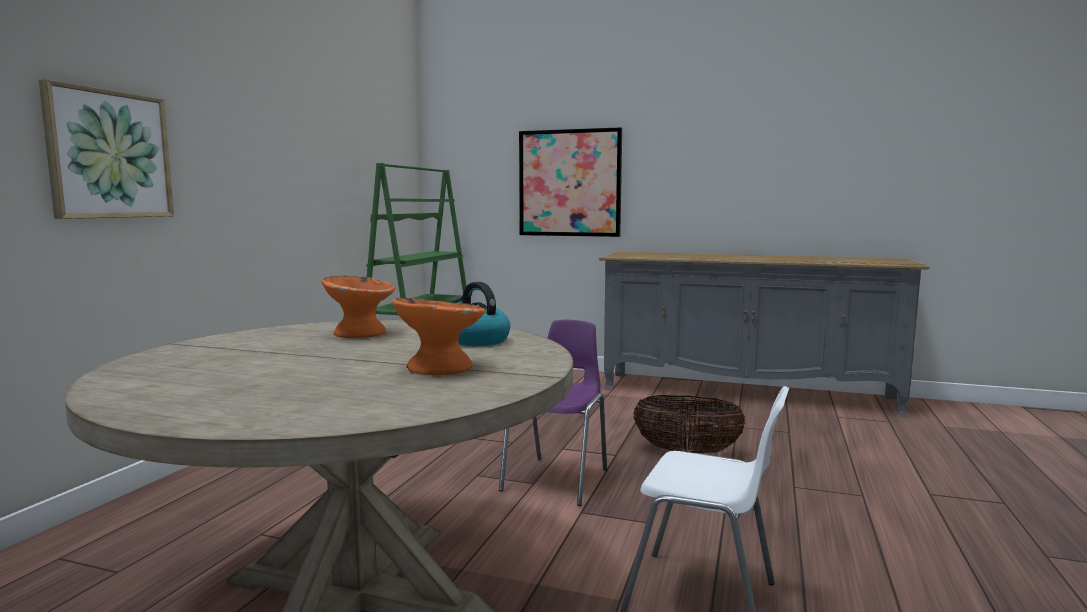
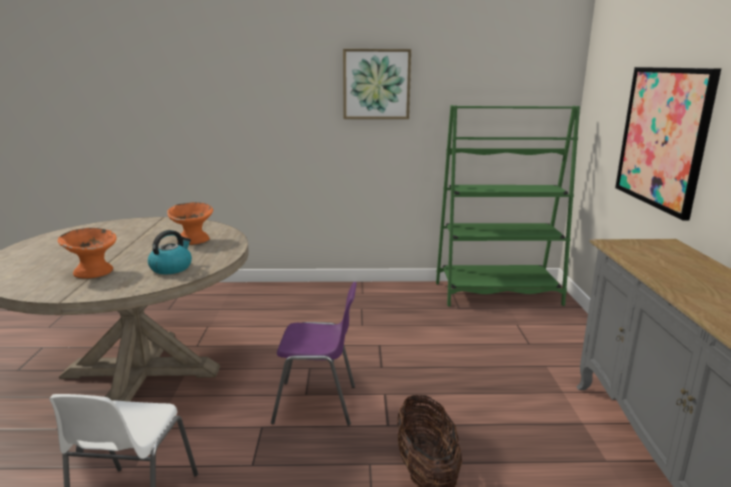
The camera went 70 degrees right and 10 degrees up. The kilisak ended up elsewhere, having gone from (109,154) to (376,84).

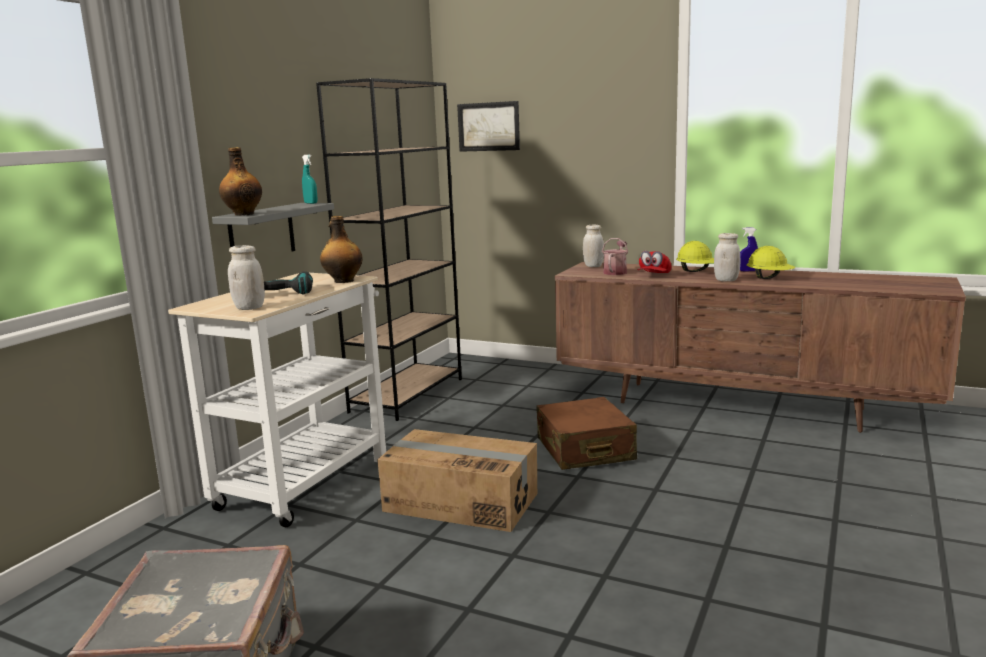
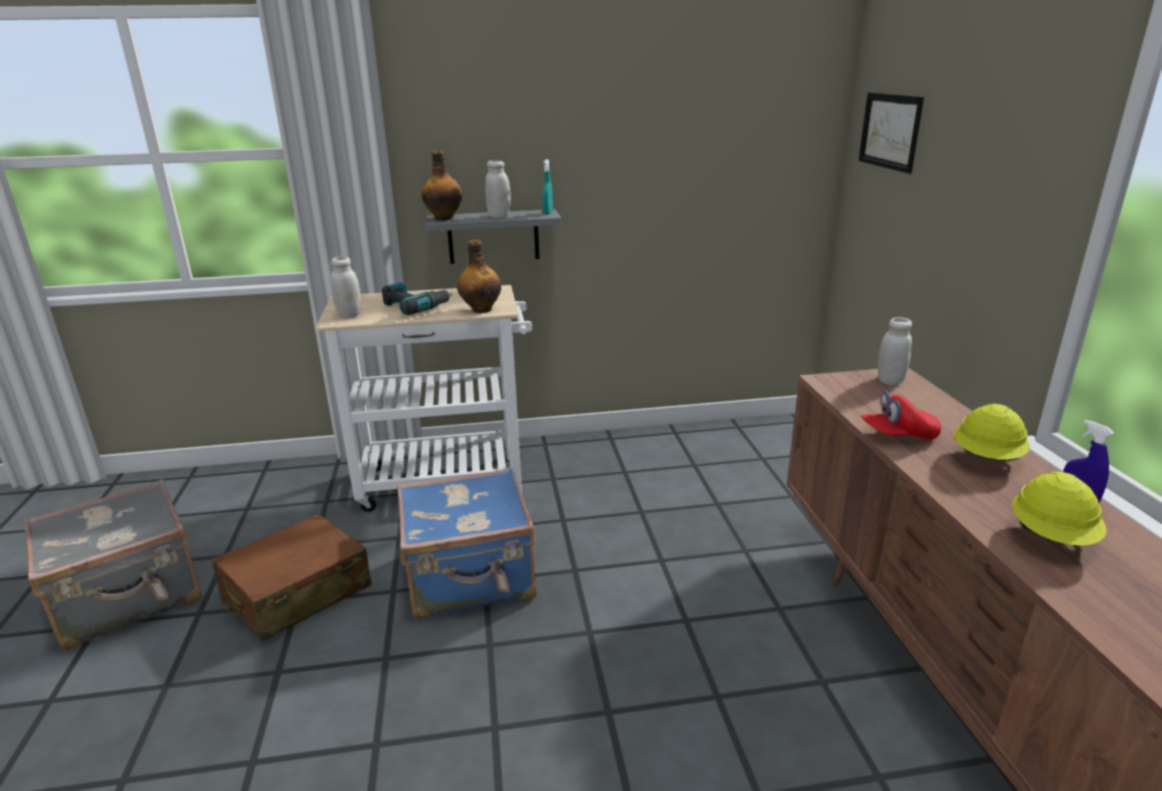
The camera went 55 degrees right and 10 degrees up. The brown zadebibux ended up elsewhere, having gone from (584,449) to (296,593). Where the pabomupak stood at (461,502), the blue zadebibux came to stand at (471,578). The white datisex ended up elsewhere, having gone from (726,280) to (499,216). The second view lost the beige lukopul at (407,395). The second view lost the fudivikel at (615,272).

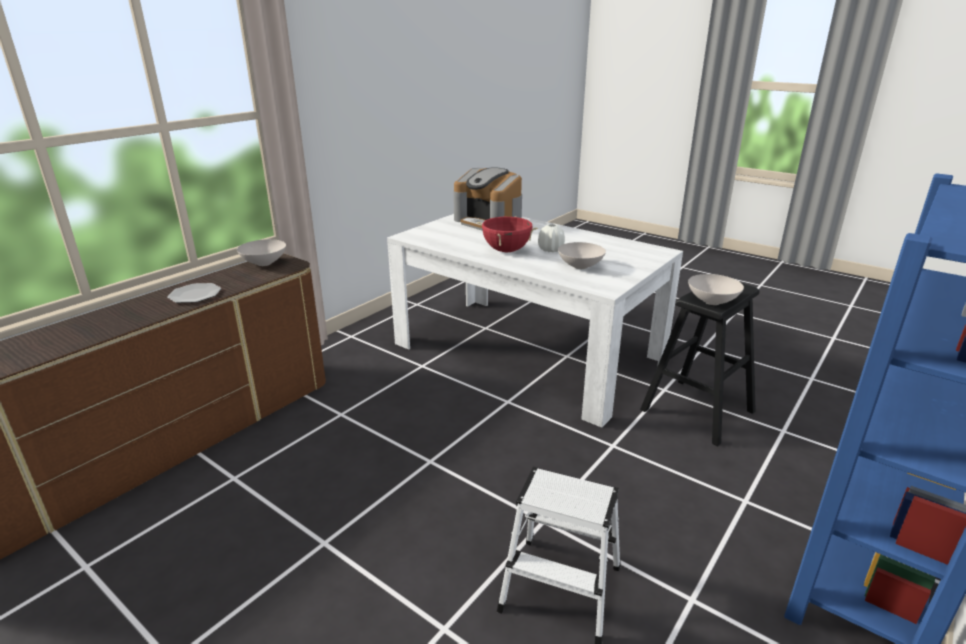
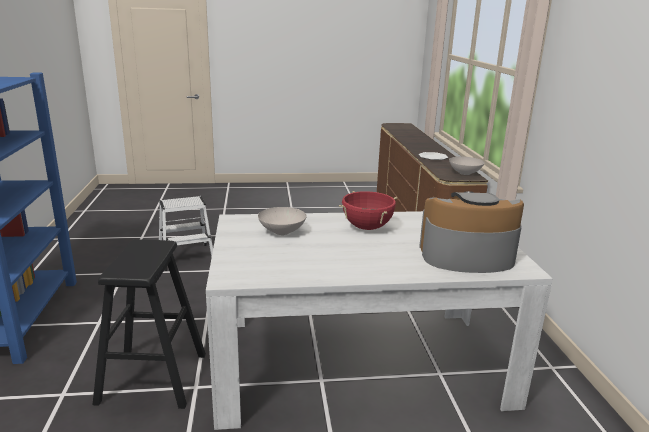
The camera went 135 degrees right and 5 degrees down. The second view lost the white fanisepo at (550,249). The second view lost the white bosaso at (711,302).

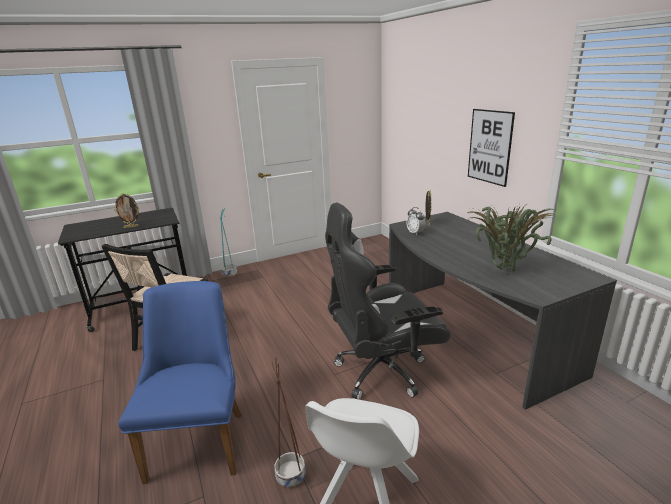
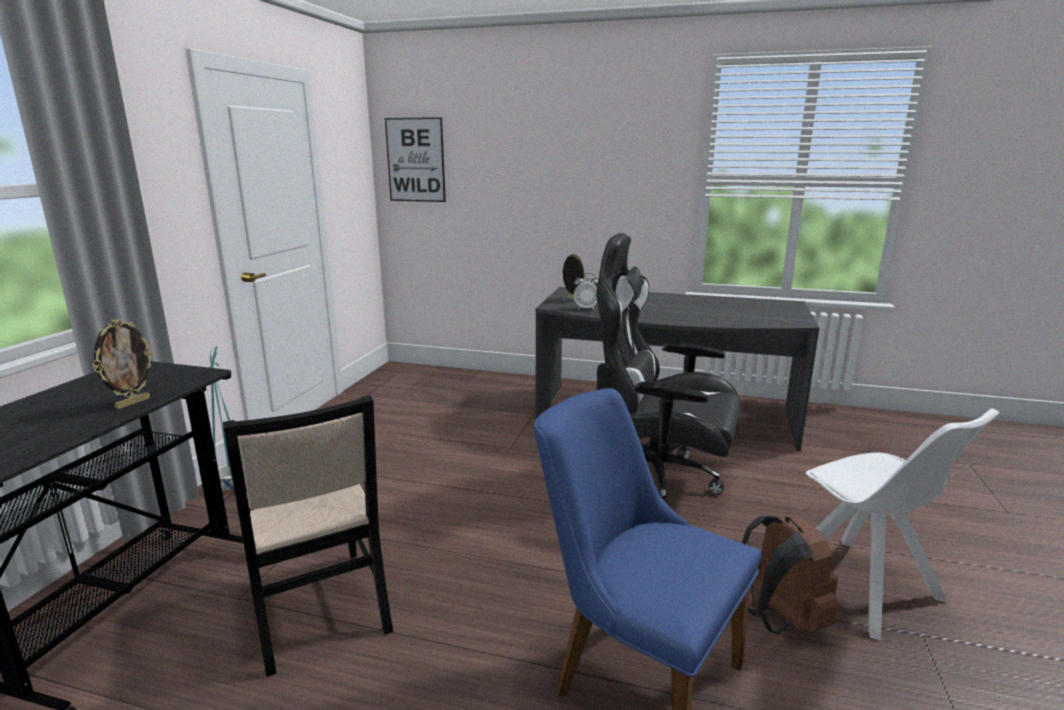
The camera went 50 degrees left and 5 degrees down. The kilisak ended up elsewhere, having gone from (489,147) to (415,160). The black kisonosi at (385,369) ended up facing another way, 90 degrees clockwise from before. Where the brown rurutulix stood at (290,475), the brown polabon came to stand at (779,619). The second view lost the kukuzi at (502,272).

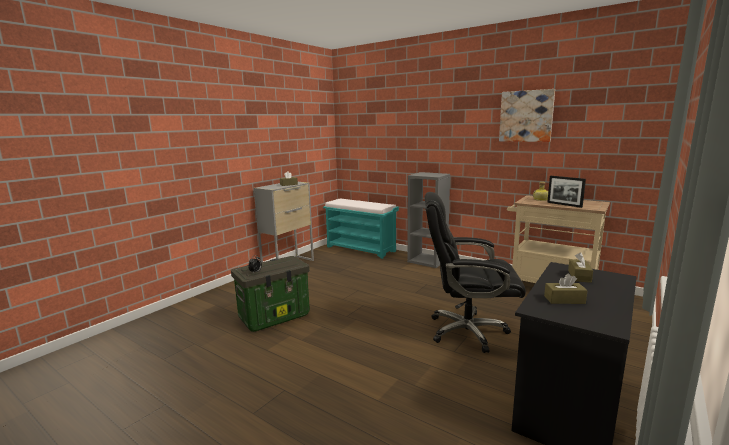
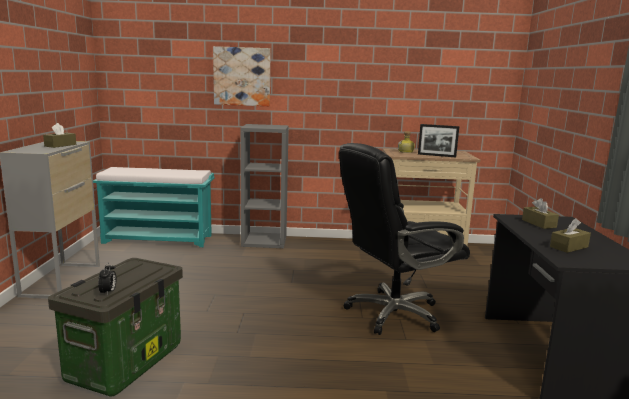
The camera went 35 degrees left and 0 degrees up. The kilisak ended up elsewhere, having gone from (526,116) to (242,76).

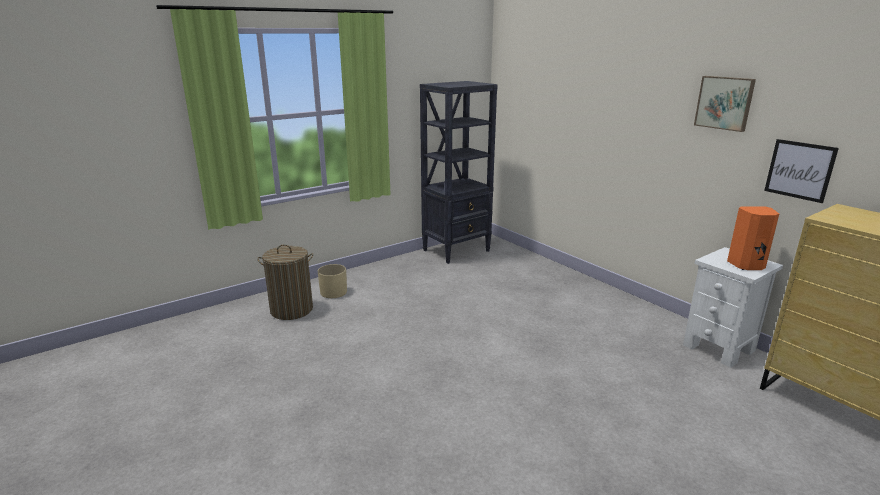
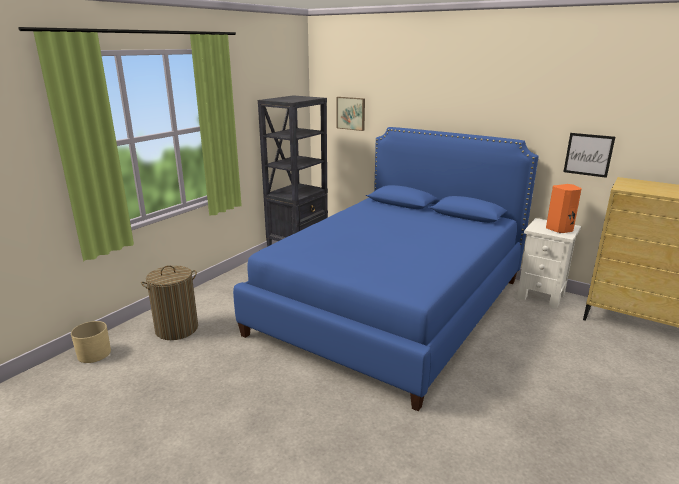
The camera went 20 degrees left and 0 degrees up. The beige rurutulix ended up elsewhere, having gone from (334,292) to (94,354). The second view gained the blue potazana at (392,305). The kilisak ended up elsewhere, having gone from (724,103) to (351,113).

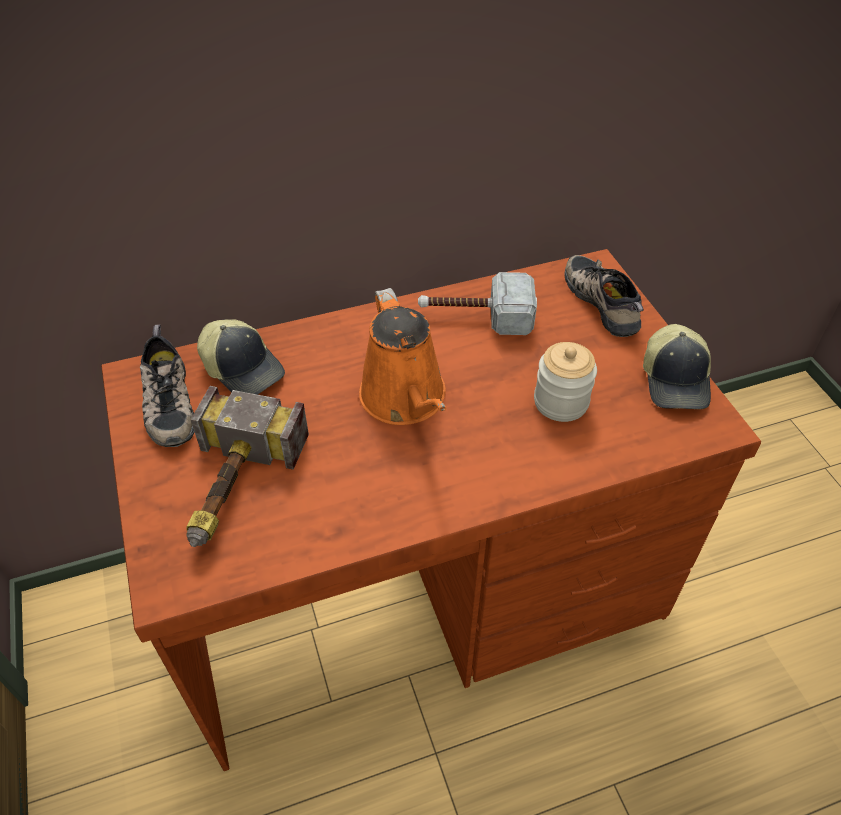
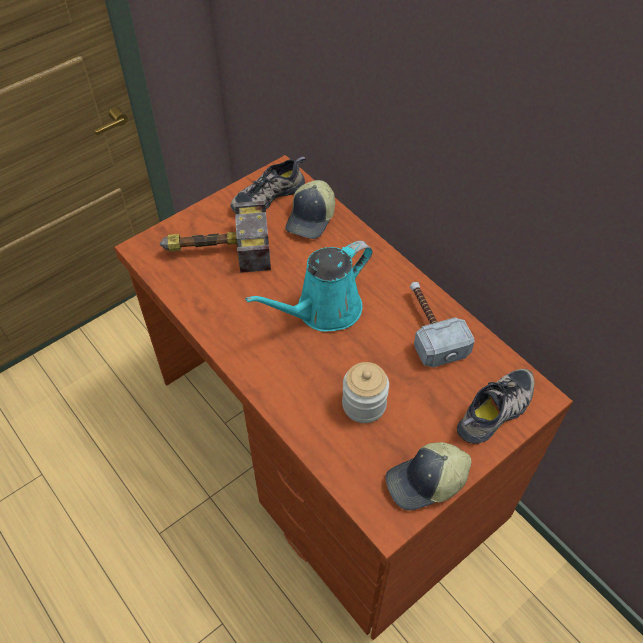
The camera went 70 degrees right and 5 degrees up. What was the orange fudivikel at (405,400) turned into the turquoise fudivikel at (323,310).

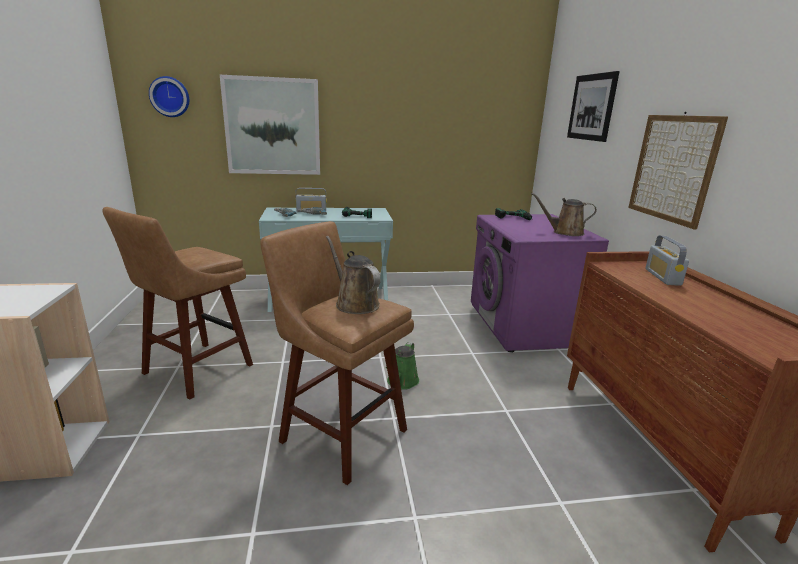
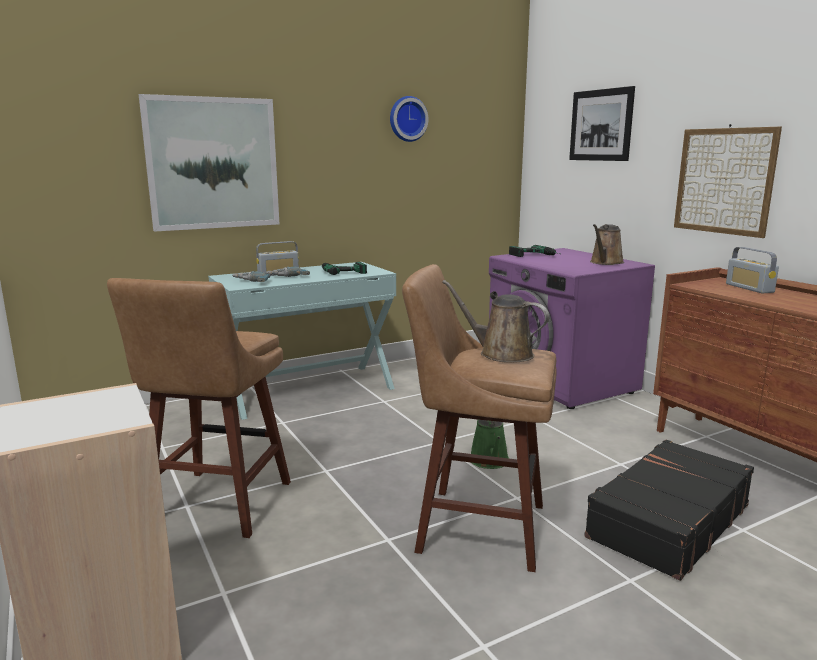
The camera went 20 degrees left and 5 degrees down. The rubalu ended up elsewhere, having gone from (170,97) to (407,119). The second view gained the black zadebibux at (667,521). The brown fudivikel at (564,232) ended up facing another way, 45 degrees counterclockwise from before.

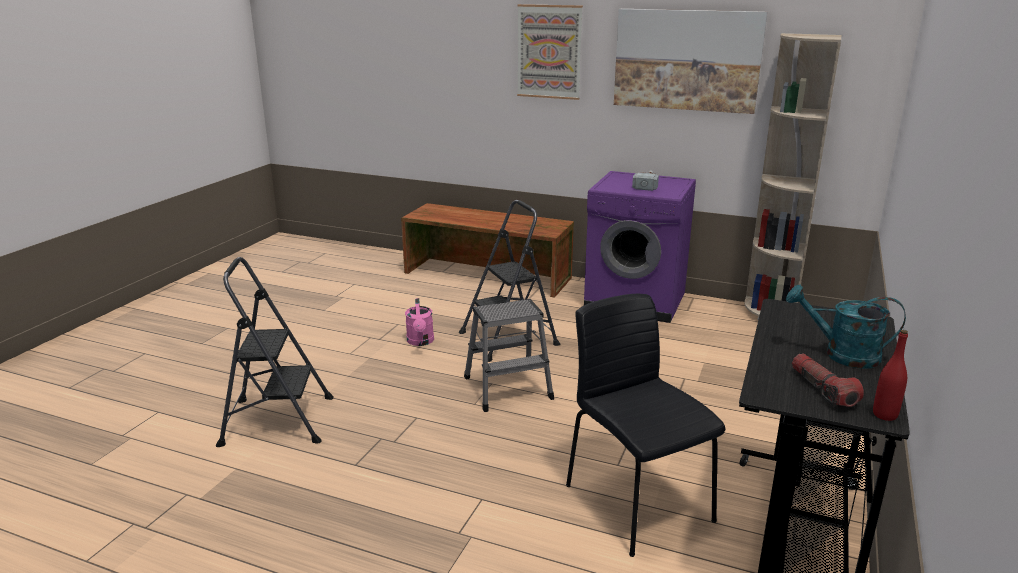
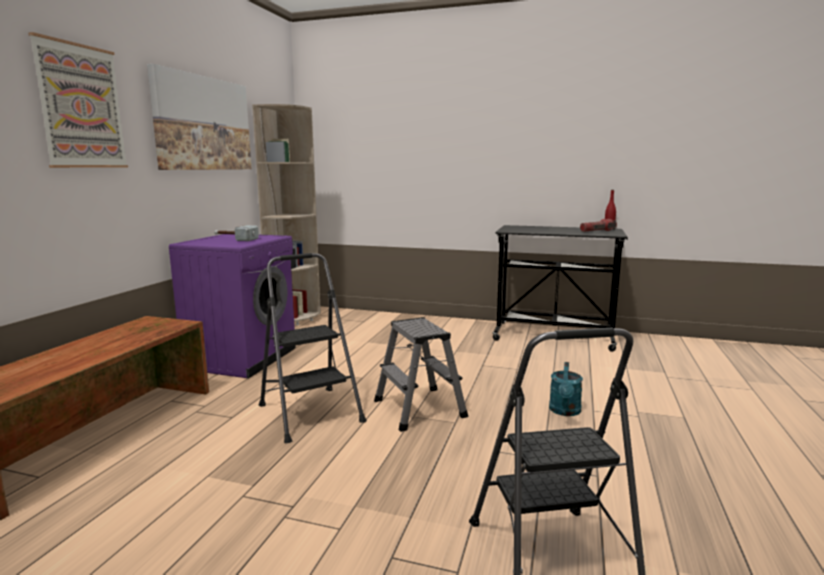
The camera went 95 degrees left and 10 degrees down. The turquoise fudivikel ended up elsewhere, having gone from (841,355) to (565,411). The second view lost the pink fudivikel at (420,342). The second view lost the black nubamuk at (634,500).

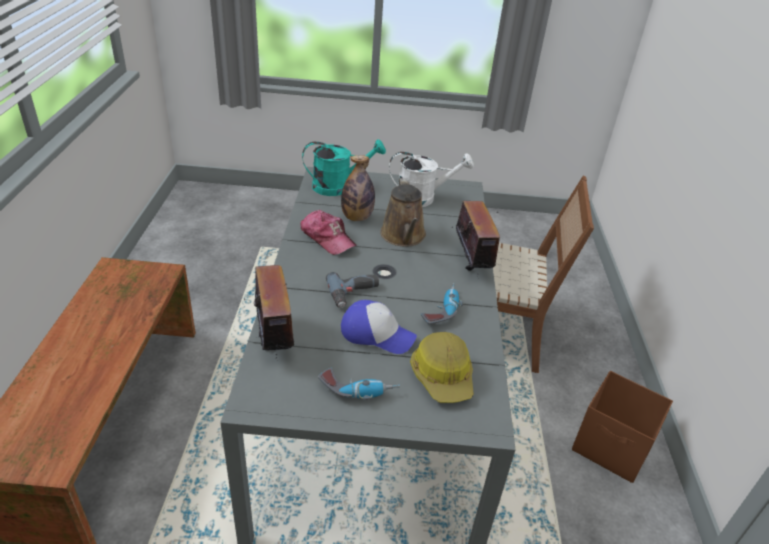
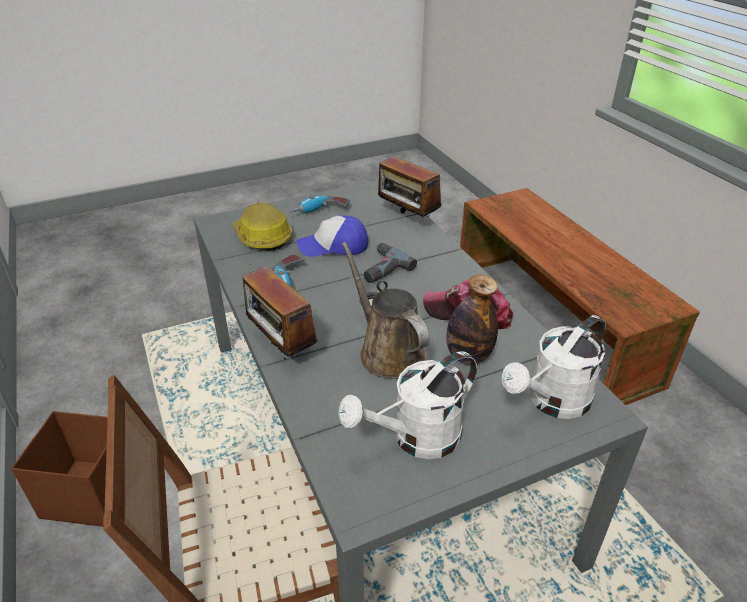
The camera went 155 degrees right and 0 degrees up. What was the turquoise fudivikel at (339,186) turned into the white fudivikel at (552,402).

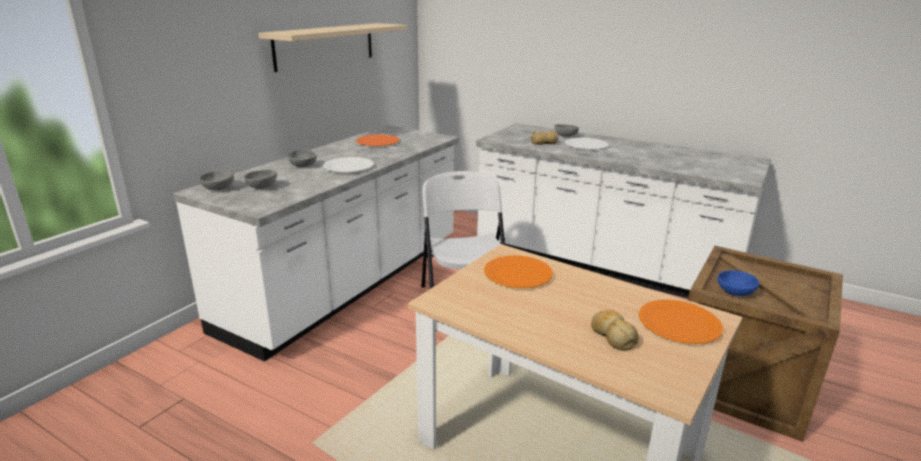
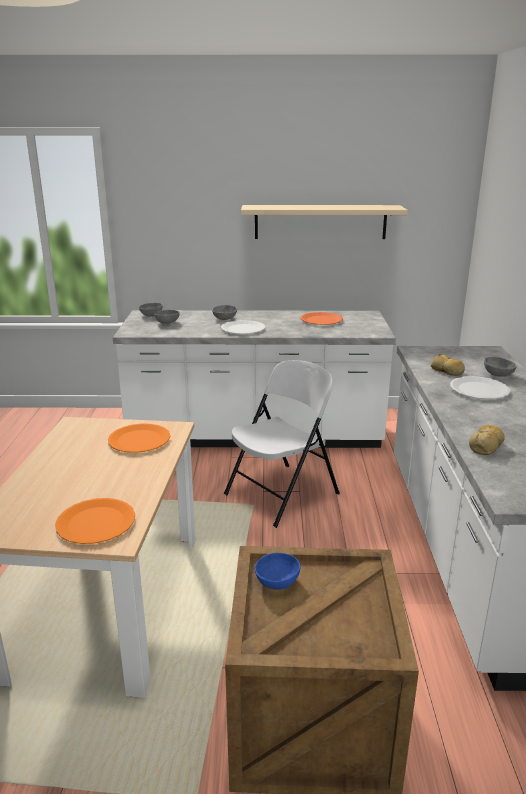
The camera went 60 degrees right and 0 degrees up. The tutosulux ended up elsewhere, having gone from (613,336) to (486,446).

